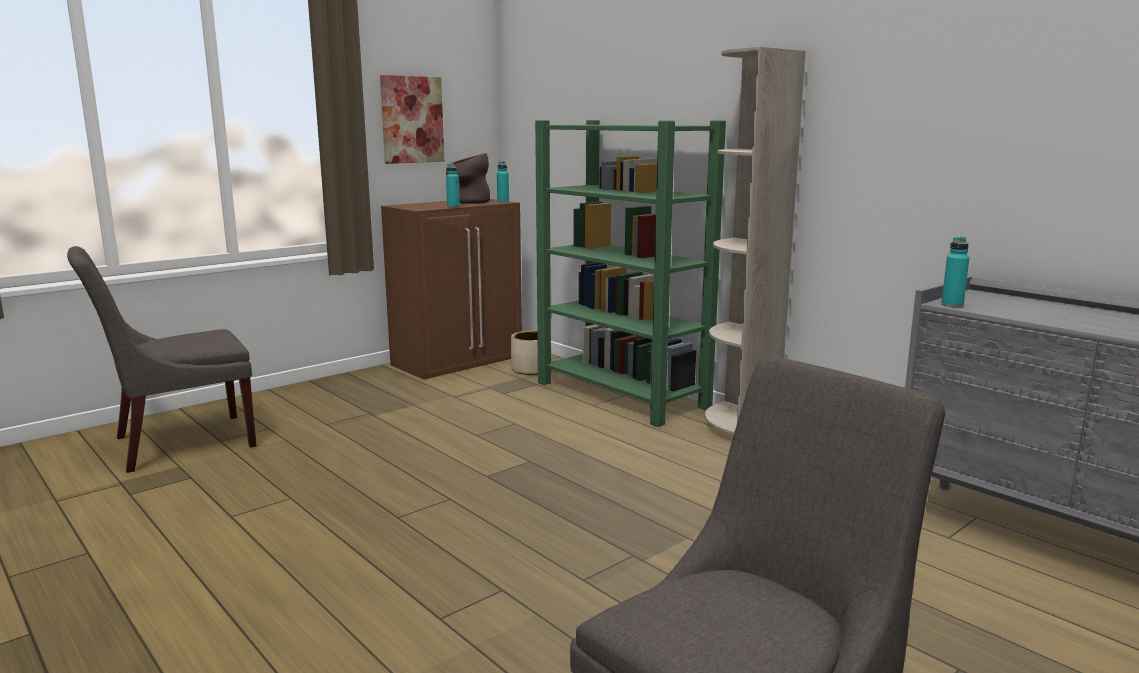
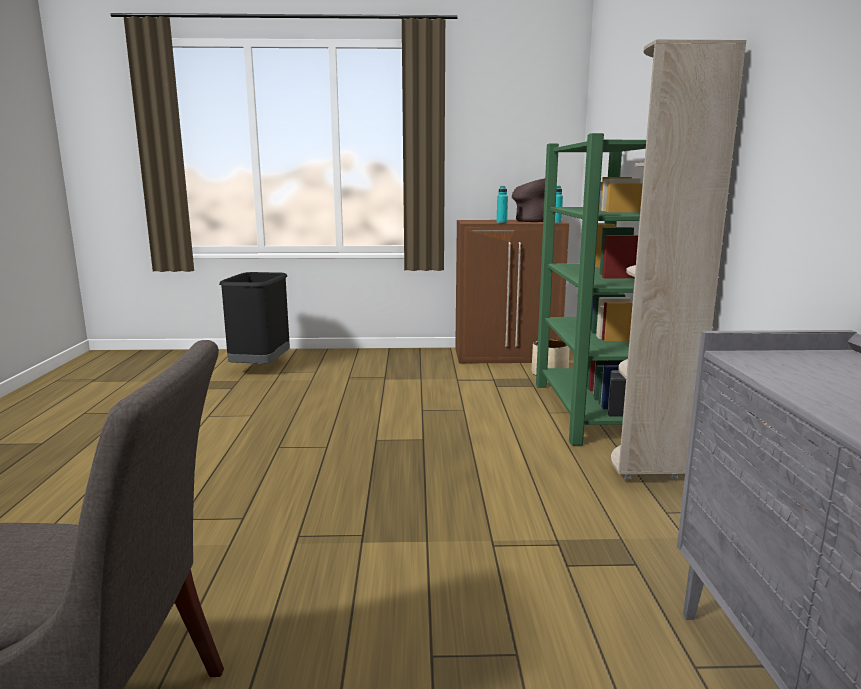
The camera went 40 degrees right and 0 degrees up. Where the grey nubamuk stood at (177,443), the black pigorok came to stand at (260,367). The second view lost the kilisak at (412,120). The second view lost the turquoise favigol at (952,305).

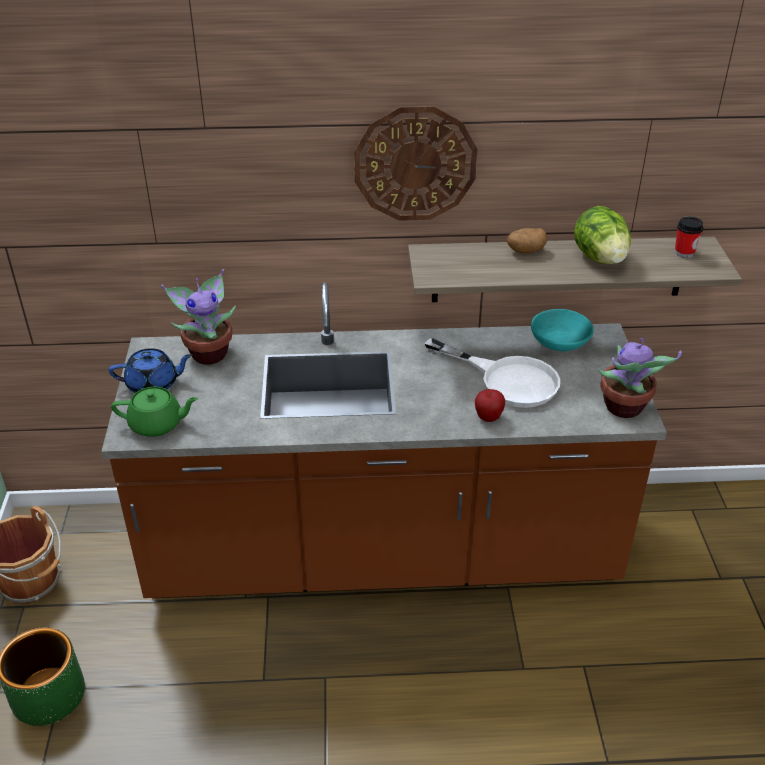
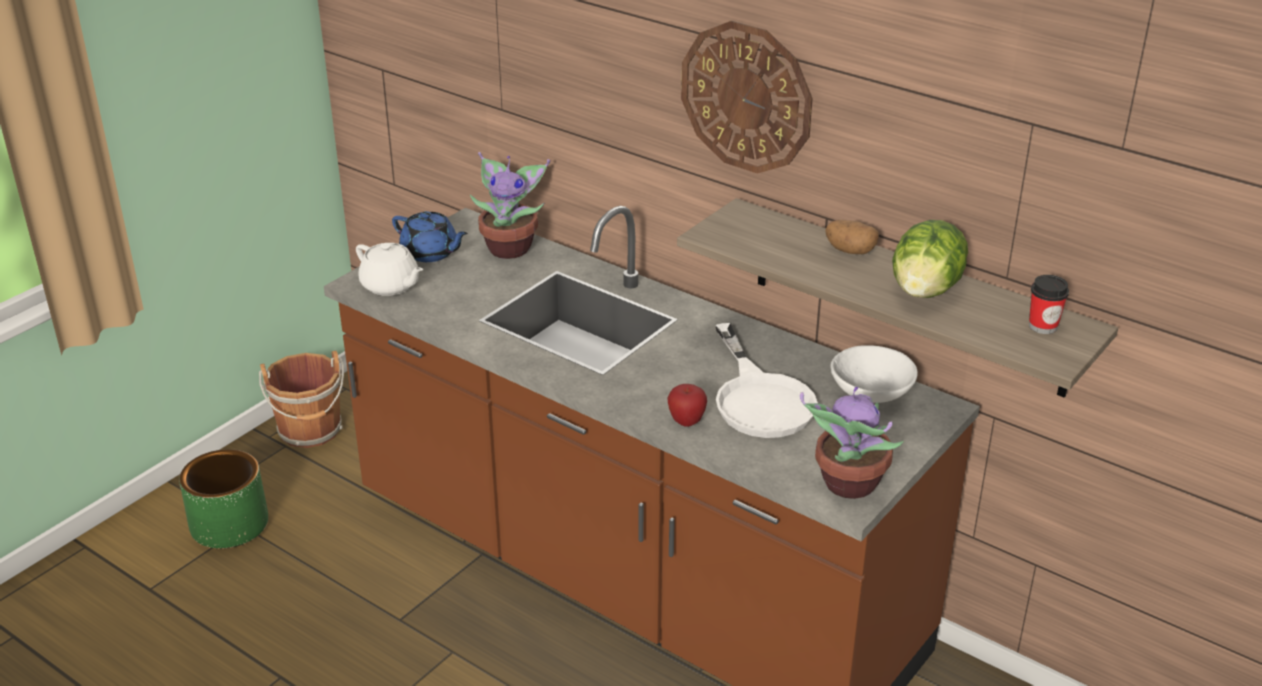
The camera went 40 degrees right and 5 degrees down. What was the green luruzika at (157,424) turned into the white luruzika at (391,286). What was the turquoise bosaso at (559,343) turned into the white bosaso at (871,392).

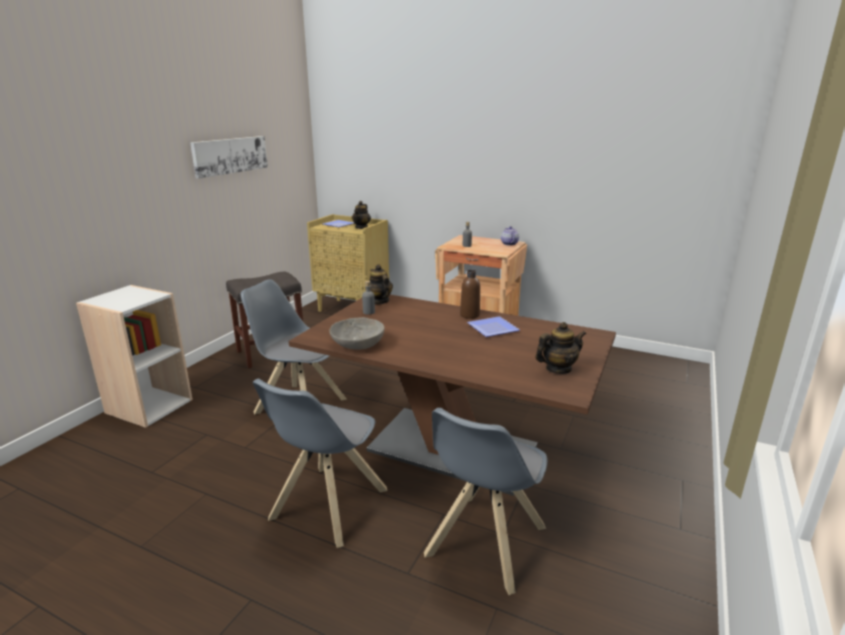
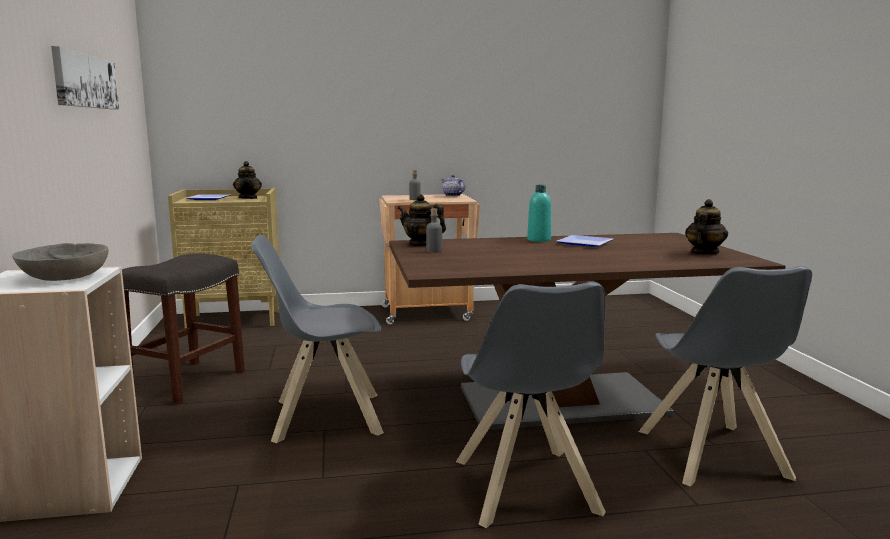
The camera went 35 degrees left and 10 degrees down. The grey bosaso ended up elsewhere, having gone from (357,344) to (64,277). What was the brown favigol at (469,315) turned into the turquoise favigol at (539,240).

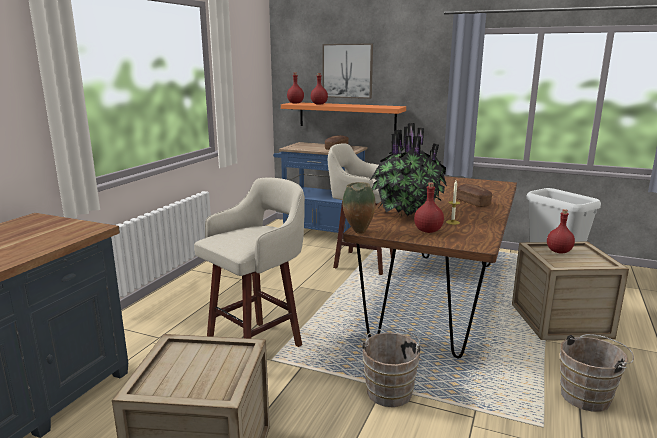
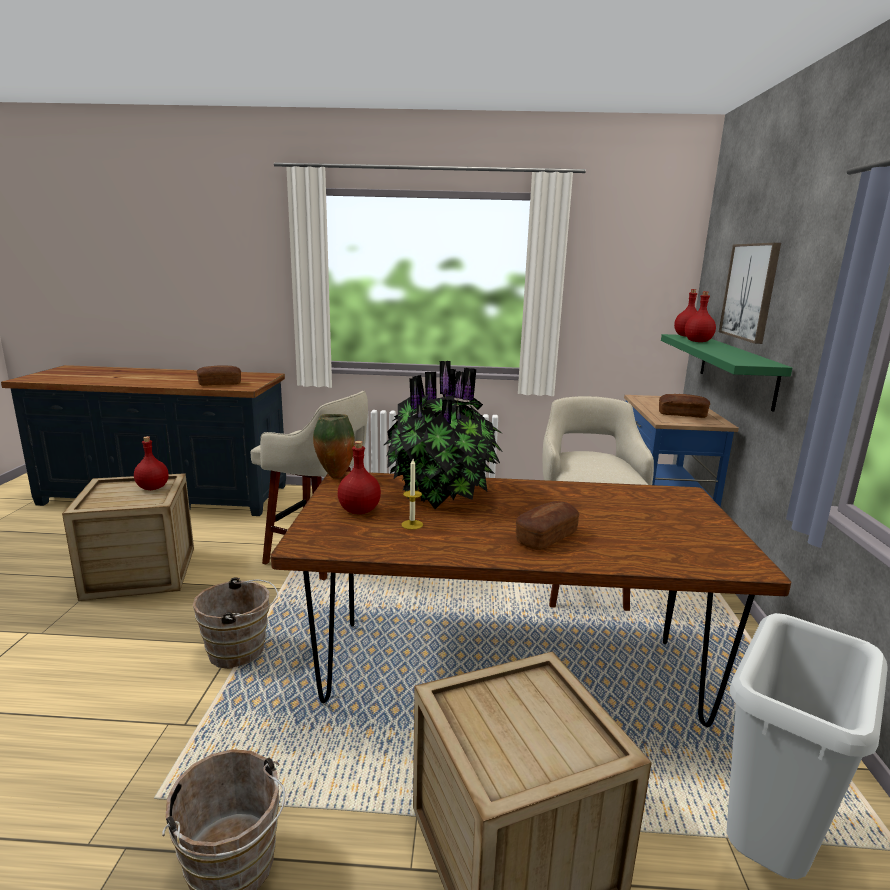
The camera went 70 degrees right and 0 degrees up. The red favigol ended up elsewhere, having gone from (559,251) to (153,488). The second view gained the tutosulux at (220,384). What was the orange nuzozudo at (347,116) turned into the green nuzozudo at (736,369).

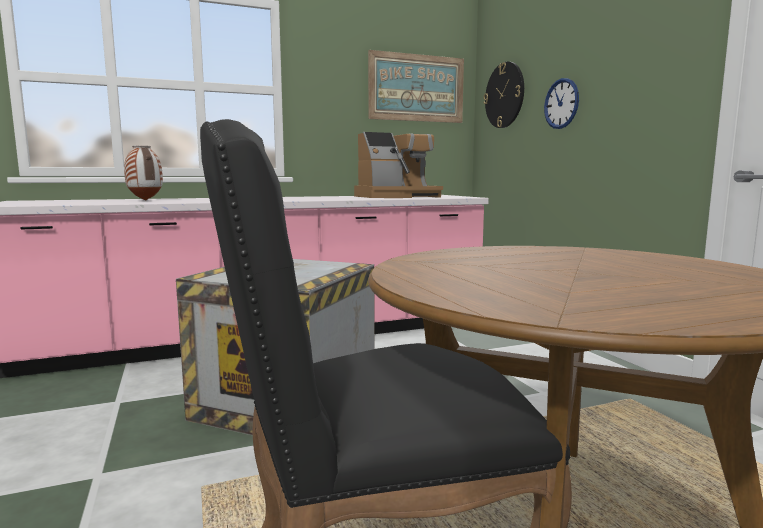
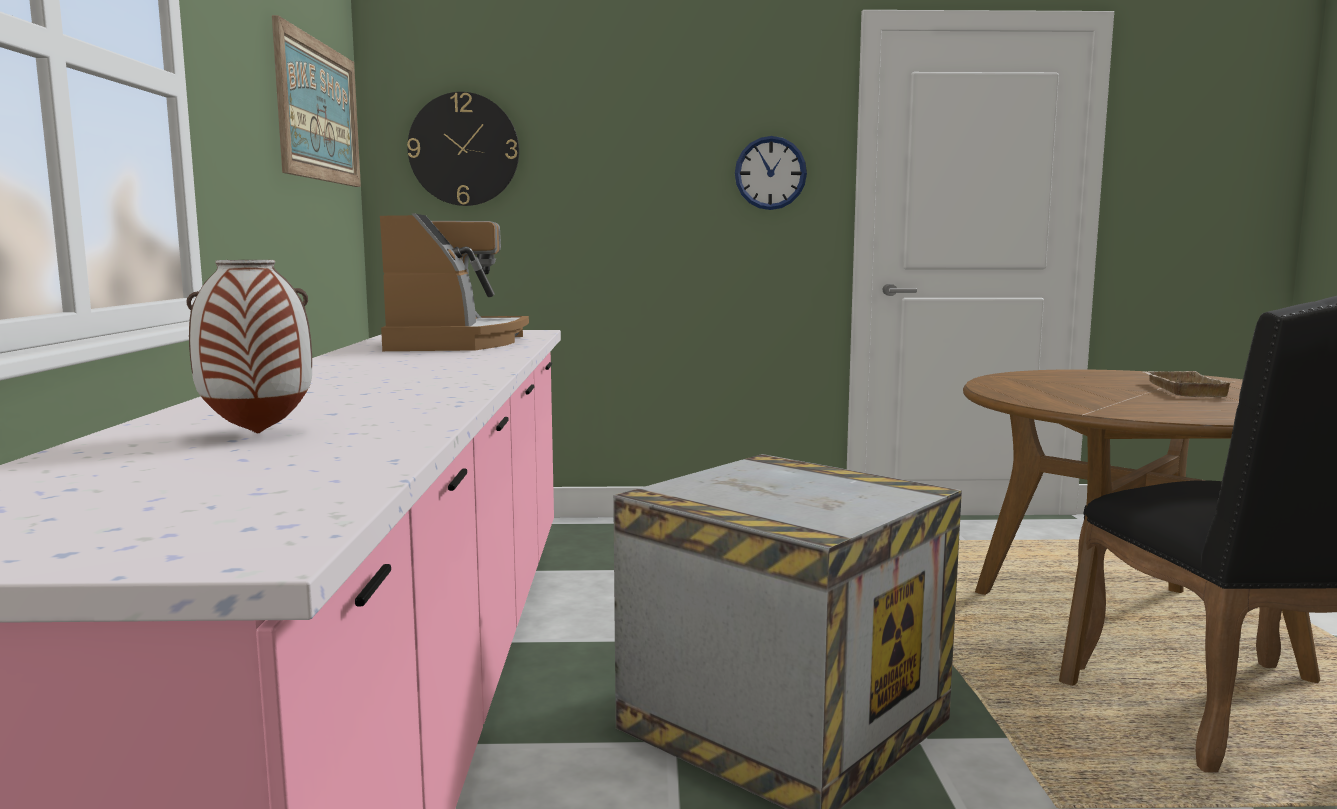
The camera went 70 degrees left and 0 degrees up. The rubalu ended up elsewhere, having gone from (561,103) to (770,173). The second view gained the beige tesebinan at (1181,390).

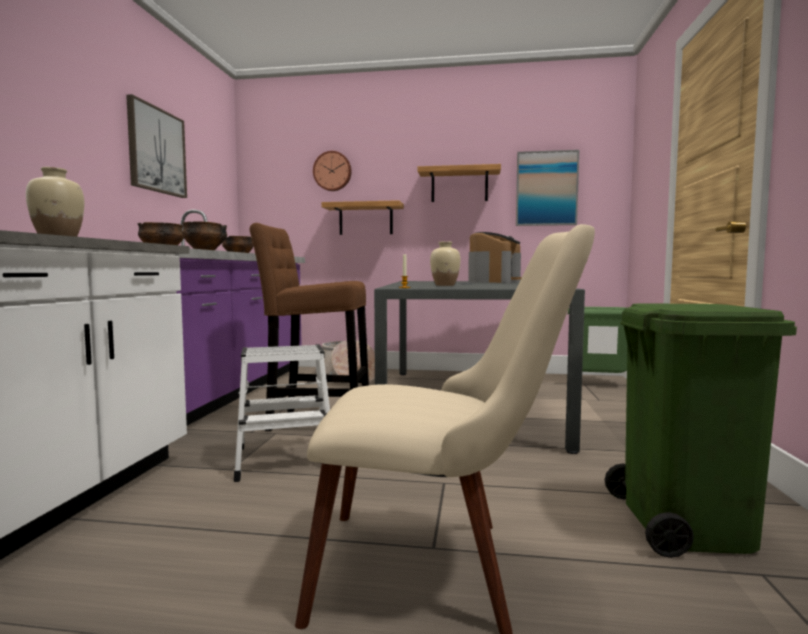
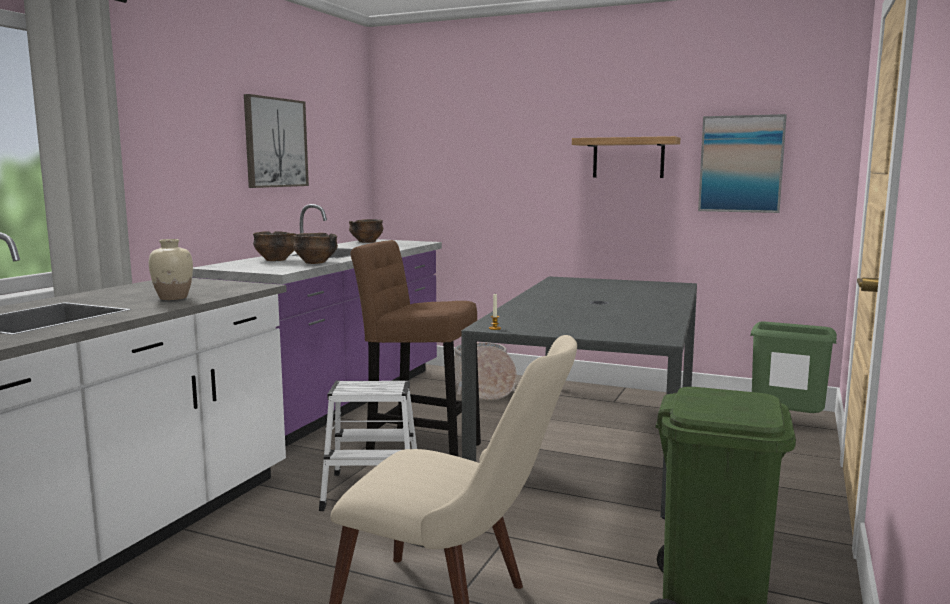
The camera went 15 degrees right and 5 degrees up. The second view lost the rubalu at (332,171). The second view lost the nuzozudo at (366,219). The second view lost the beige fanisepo at (445,285). The second view lost the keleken at (494,281).

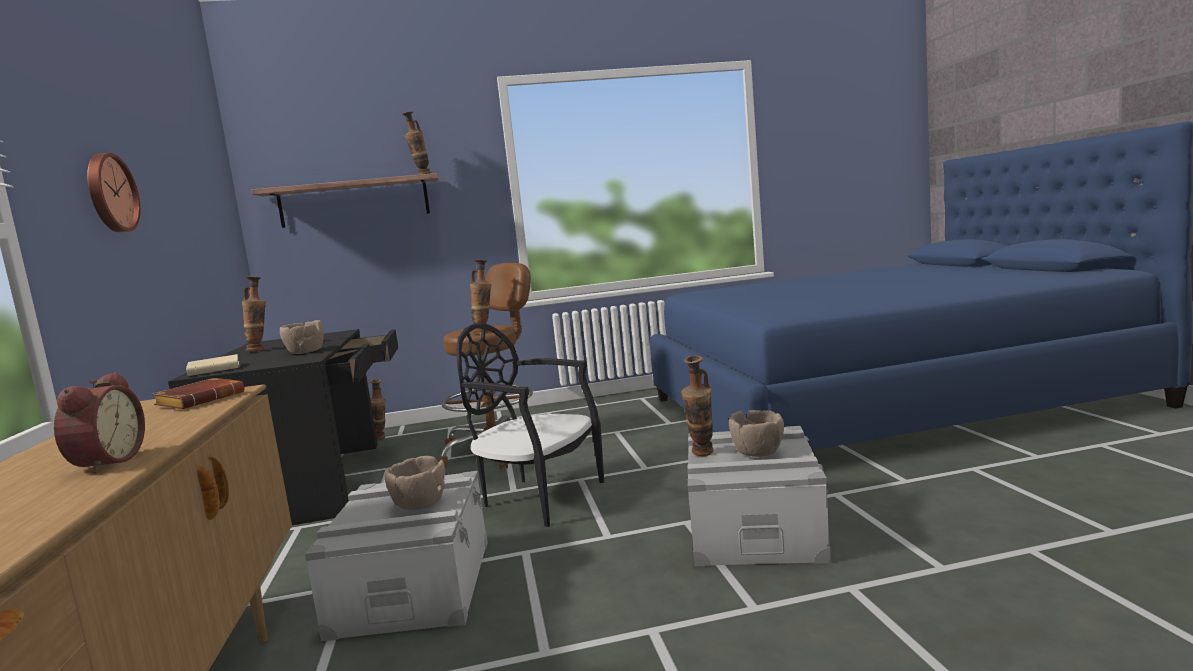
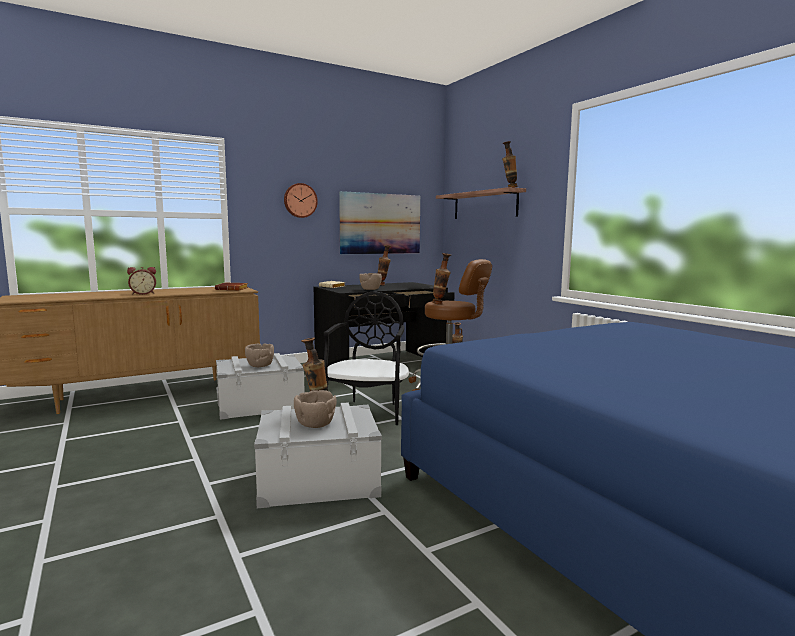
The camera went 70 degrees right and 0 degrees up. The second view gained the kilisak at (380,224).

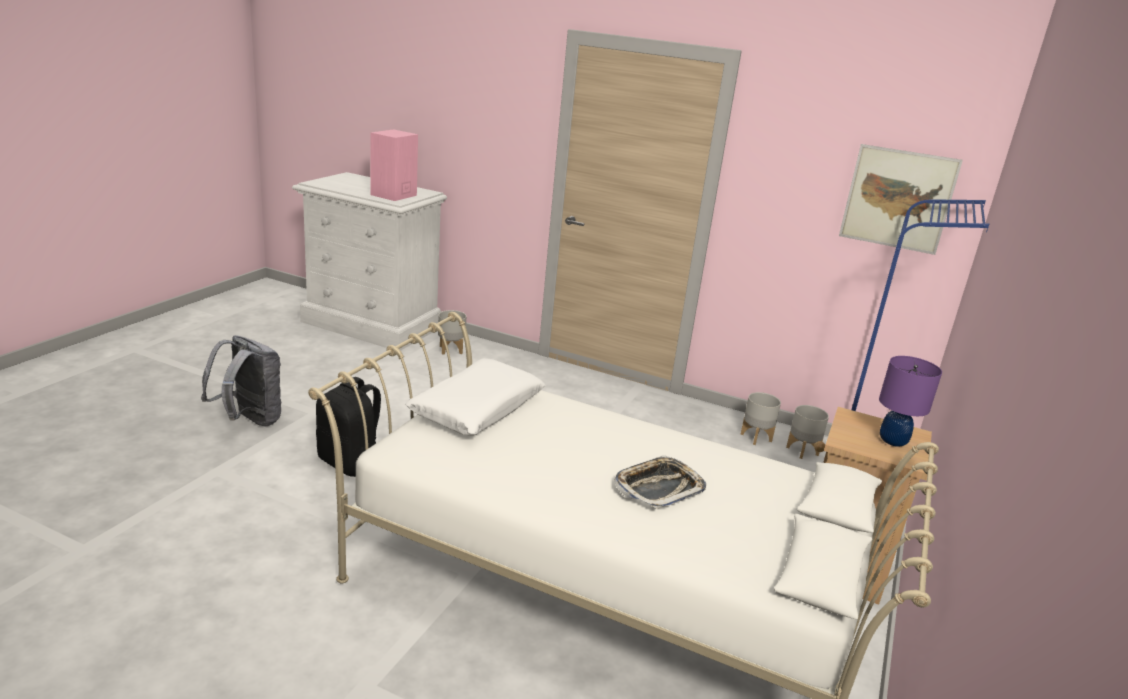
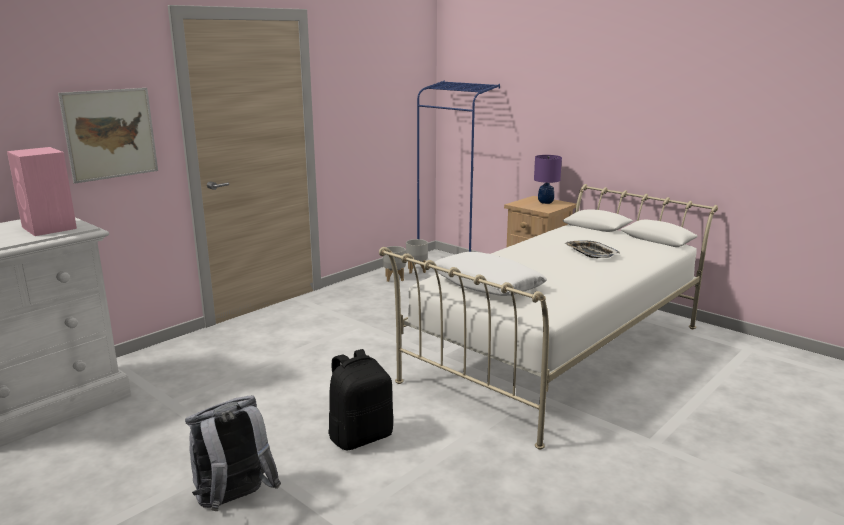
The camera went 70 degrees left and 5 degrees down. The kilisak ended up elsewhere, having gone from (898,199) to (110,134). The second view lost the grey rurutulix at (450,350).

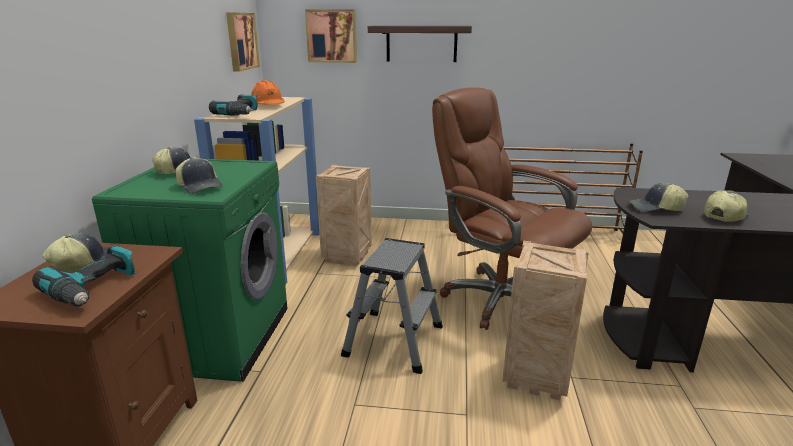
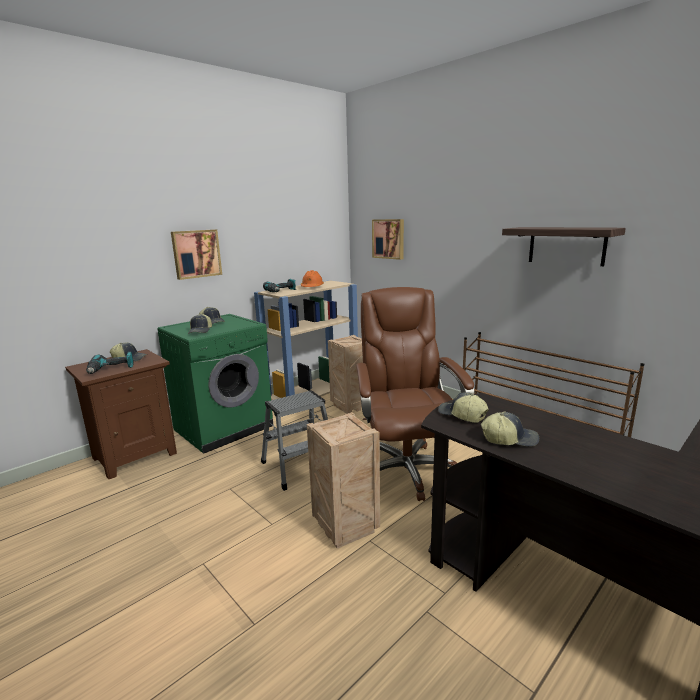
The camera went 40 degrees right and 5 degrees down. The kilisak ended up elsewhere, having gone from (241,41) to (196,253). The nuzozudo ended up elsewhere, having gone from (421,43) to (566,245).

